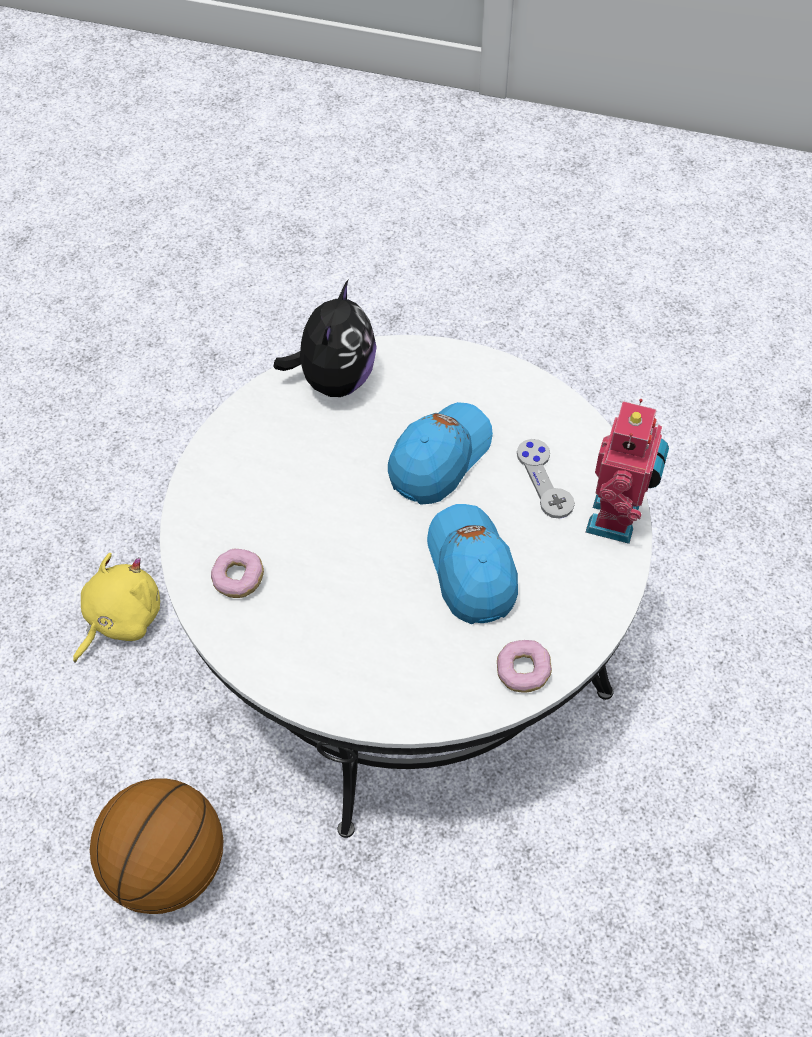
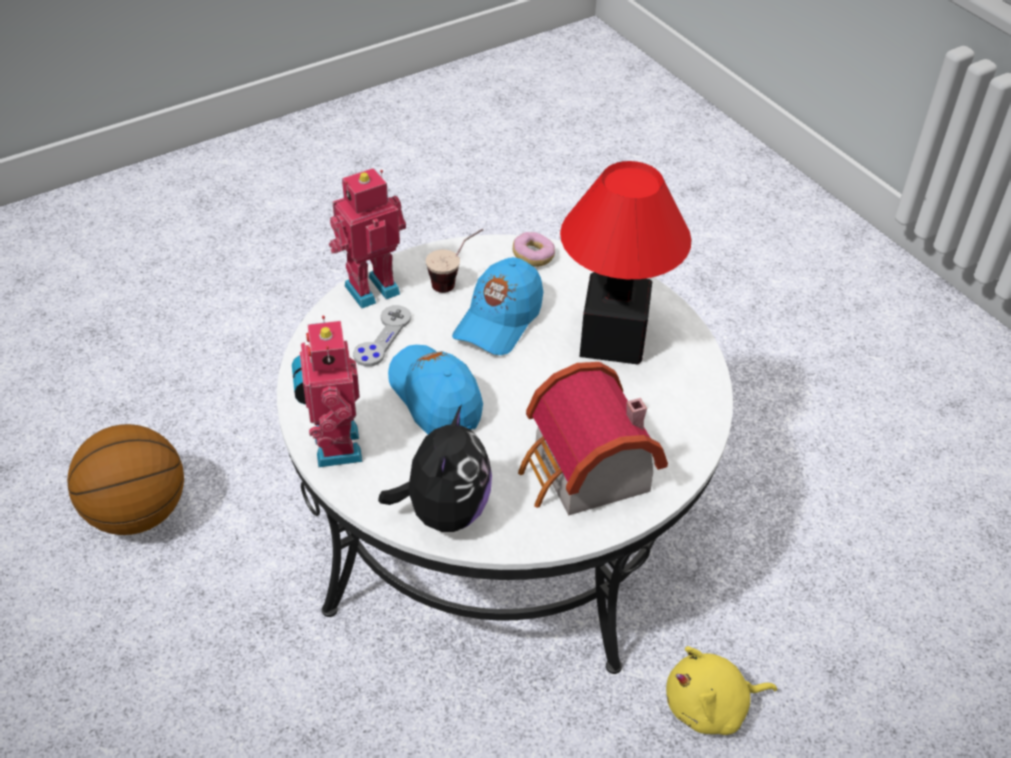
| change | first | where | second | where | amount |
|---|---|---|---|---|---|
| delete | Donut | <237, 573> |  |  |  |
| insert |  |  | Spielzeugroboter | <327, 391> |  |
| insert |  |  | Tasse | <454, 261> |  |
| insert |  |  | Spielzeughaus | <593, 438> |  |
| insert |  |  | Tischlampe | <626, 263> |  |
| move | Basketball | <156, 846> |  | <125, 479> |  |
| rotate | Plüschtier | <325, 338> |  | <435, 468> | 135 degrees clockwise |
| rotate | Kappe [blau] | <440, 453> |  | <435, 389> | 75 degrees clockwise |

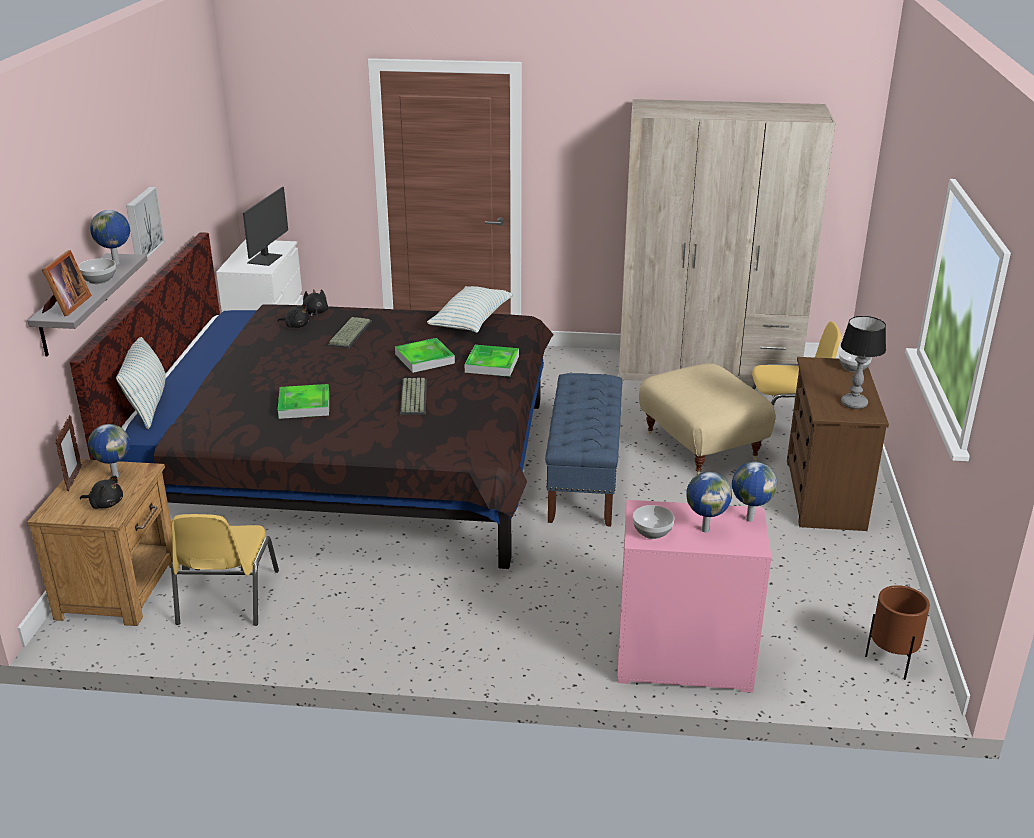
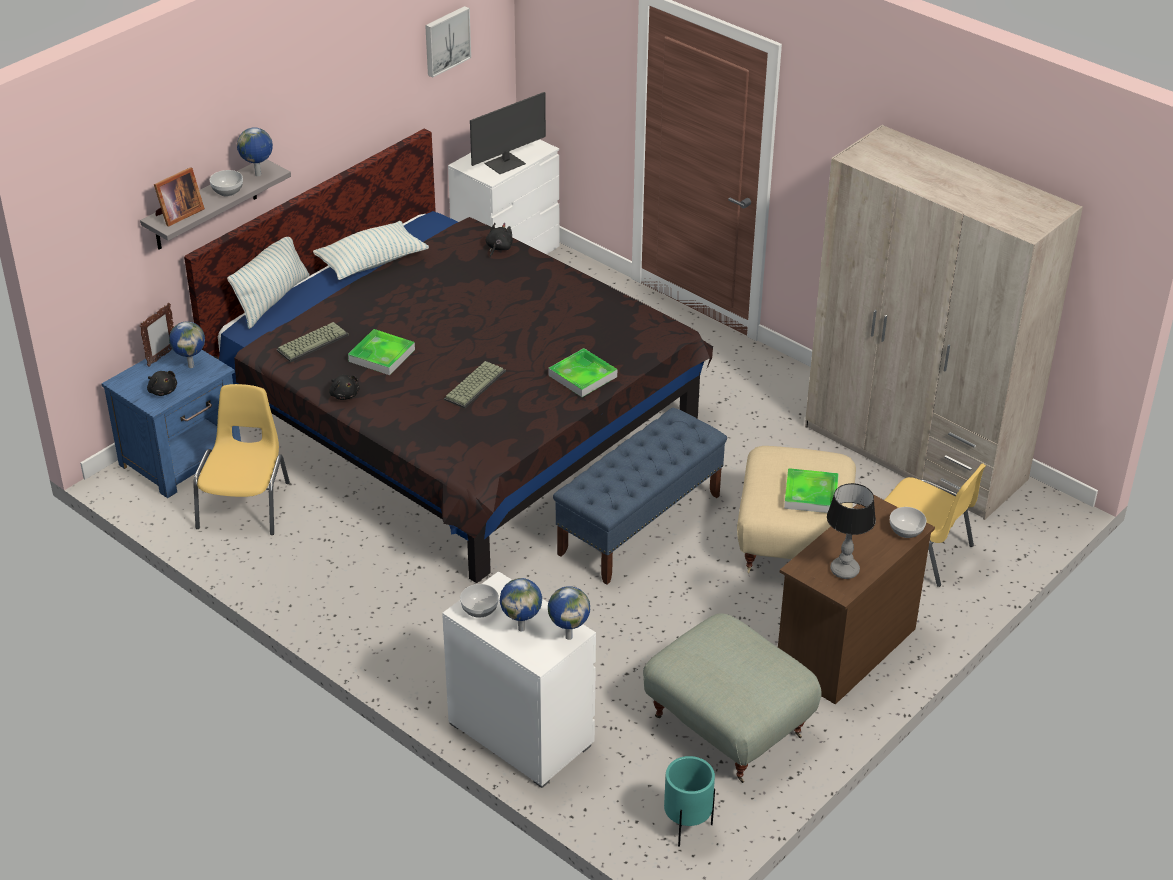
| change | first | where | second | where | amount |
|---|---|---|---|---|---|
| insert |  |  | Polsterhocker [grau] | <732, 698> |  |
| move | Bild | <145, 222> |  | <448, 42> |  |
| move | Plüschtier [schwarz] | <294, 316> |  | <344, 387> |  |
| move | Tastatur | <350, 332> |  | <313, 342> |  |
| move | Tablett | <425, 355> |  | <811, 490> |  |
| move | Kissen | <470, 309> |  | <371, 250> |  |
| recolor | Nachttisch [braun] | <99, 542> | Nachttisch [blau] | <171, 423> |  |
| recolor | Kommode [rosa] | <694, 596> | Kommode [weiß] | <519, 679> |  |
| recolor | Pflanzkübel [braun] | <897, 632> | Pflanzkübel [türkis] | <689, 801> |  |
| rotate | Stuhl [gelb] | <225, 570> |  | <241, 459> | 150 degrees clockwise |

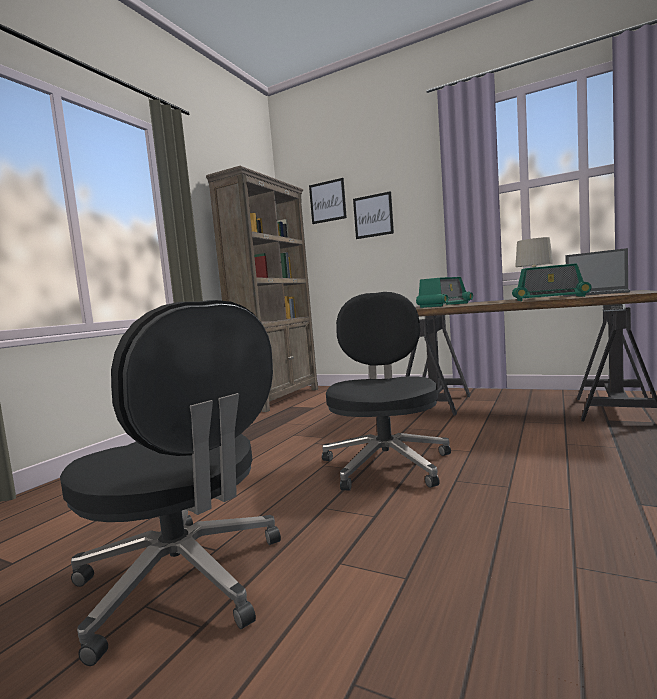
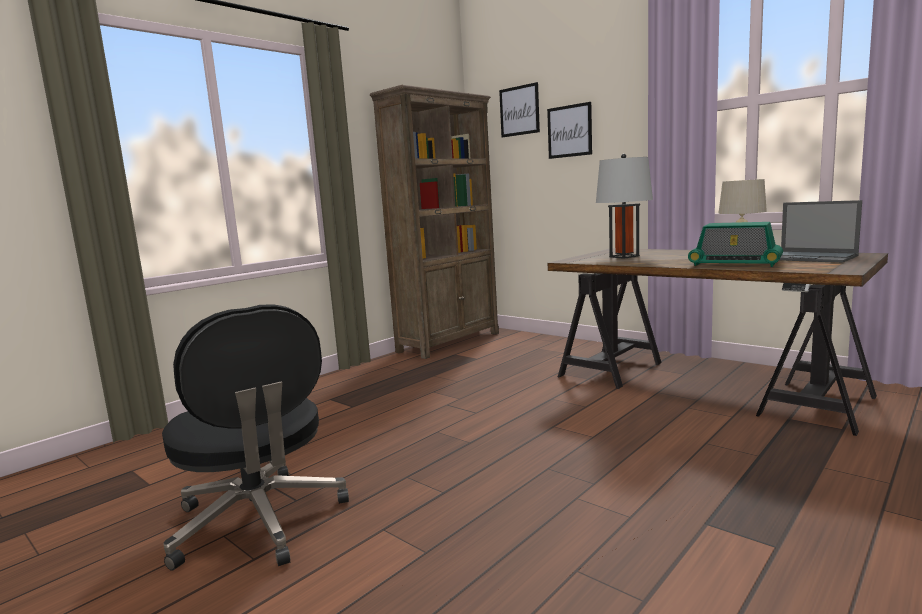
| change | first | where | second | where | amount |
|---|---|---|---|---|---|
| delete | Bürostuhl [schwarz] | <386, 391> |  |  |  |
| replace | Radio | <444, 292> | Tischlampe [grau] | <624, 206> |  |

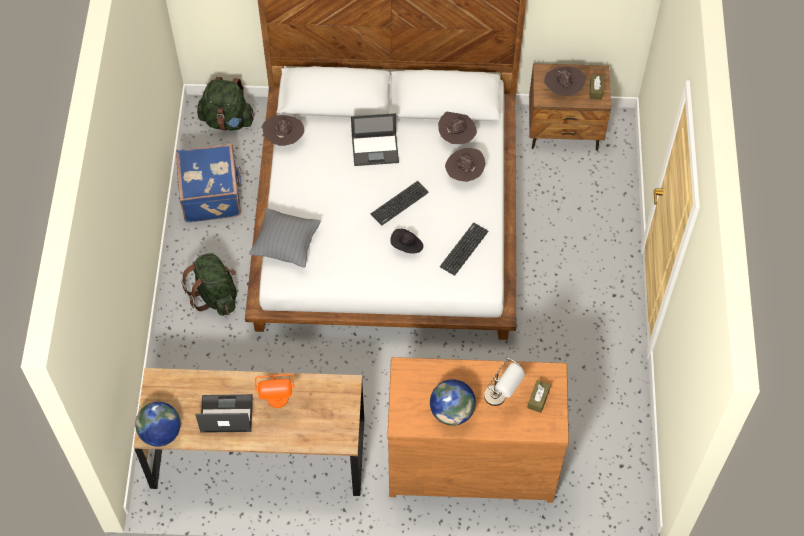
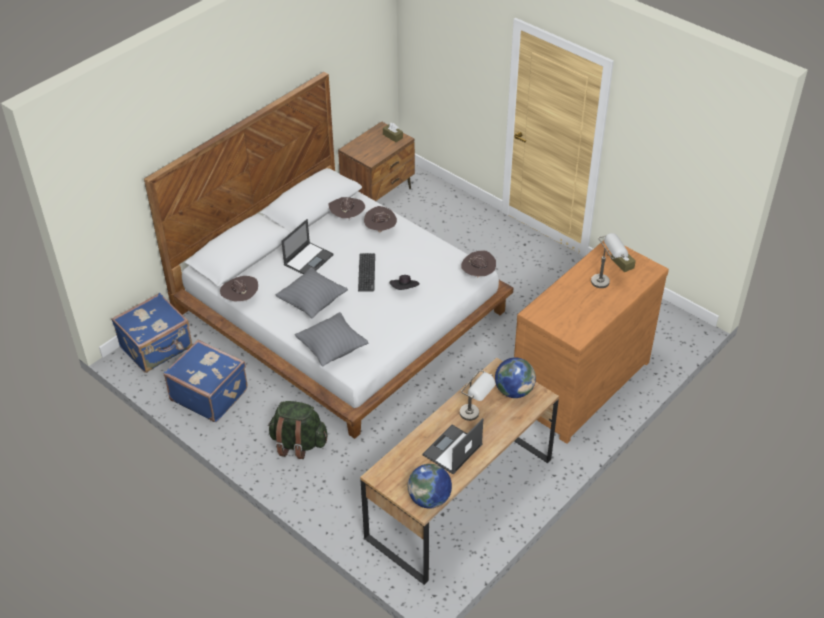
| change | first | where | second | where | amount |
|---|---|---|---|---|---|
| delete | Tastatur | <464, 249> |  |  |  |
| insert |  |  | Kissen [grau] | <312, 293> |  |
| move | Globus | <453, 402> |  | <515, 378> |  |
| move | Hut [braun] | <565, 81> |  | <478, 263> |  |
| replace | Rucksack [grün] | <226, 104> | Koffer [blau] | <152, 333> |  |
| recolor | Tischlampe [orange] | <274, 391> | Tischlampe [grau] | <478, 395> |  |

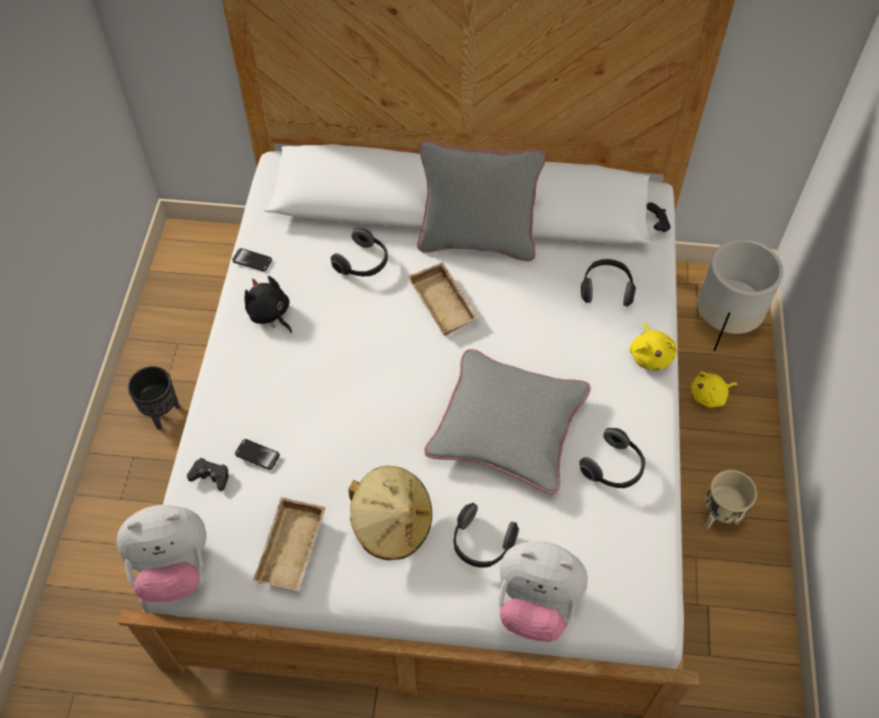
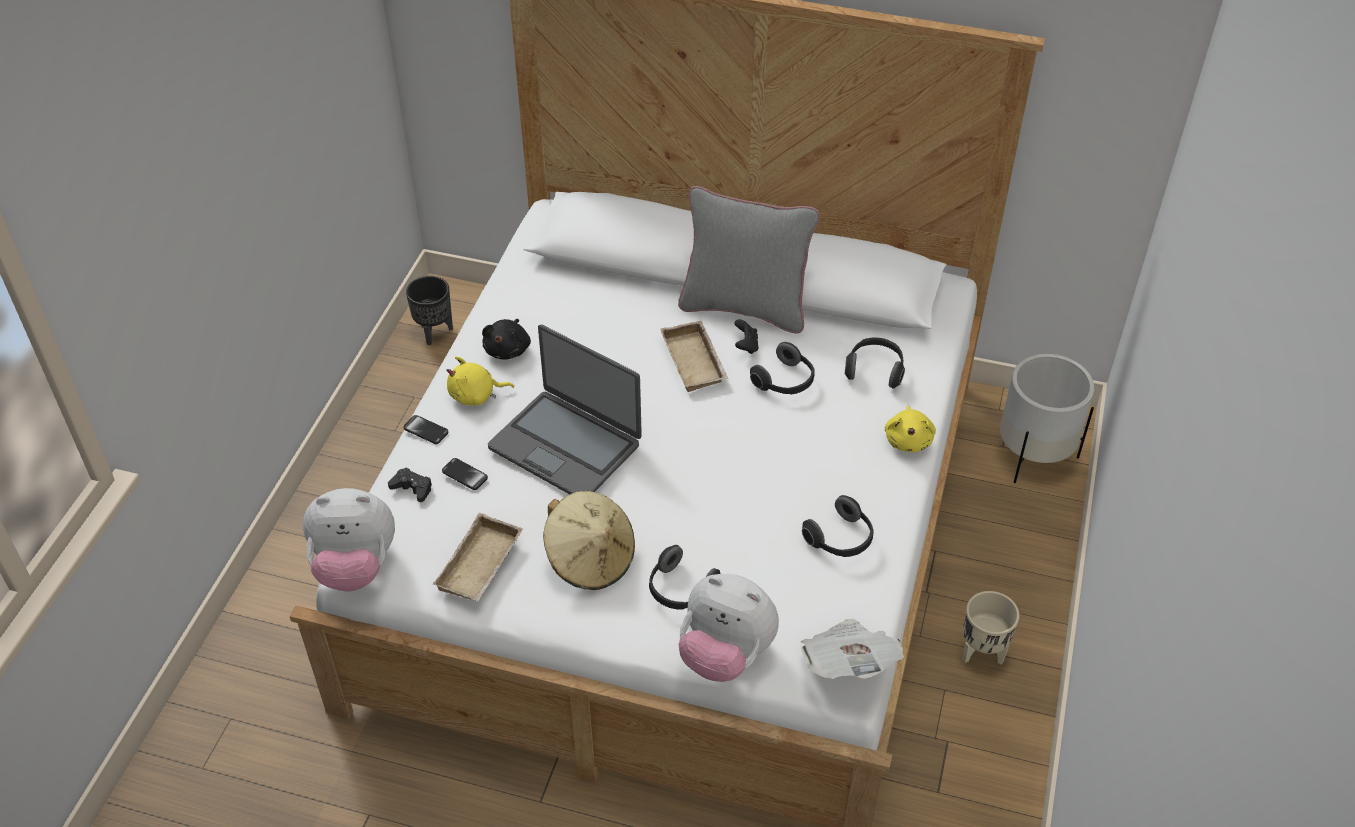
| change | first | where | second | where | amount |
|---|---|---|---|---|---|
| delete | Kissen [grau] | <507, 421> |  |  |  |
| insert |  |  | Laptop | <565, 409> |  |
| insert |  |  | Zeitung | <852, 649> |  |
| move | Pflanzkübel [schwarz] | <154, 398> |  | <429, 310> |  |
| move | Handy | <252, 259> |  | <425, 429> |  |
| move | Kopfhörer | <359, 252> |  | <782, 368> |  |
| move | Gamepad [schwarz] | <659, 217> |  | <746, 336> |  |
| move | Plüschtier [gelb] | <714, 389> |  | <480, 380> |  |
| rotate | Plüschtier [schwarz] | <268, 304> |  | <506, 339> | 135 degrees counterclockwise |

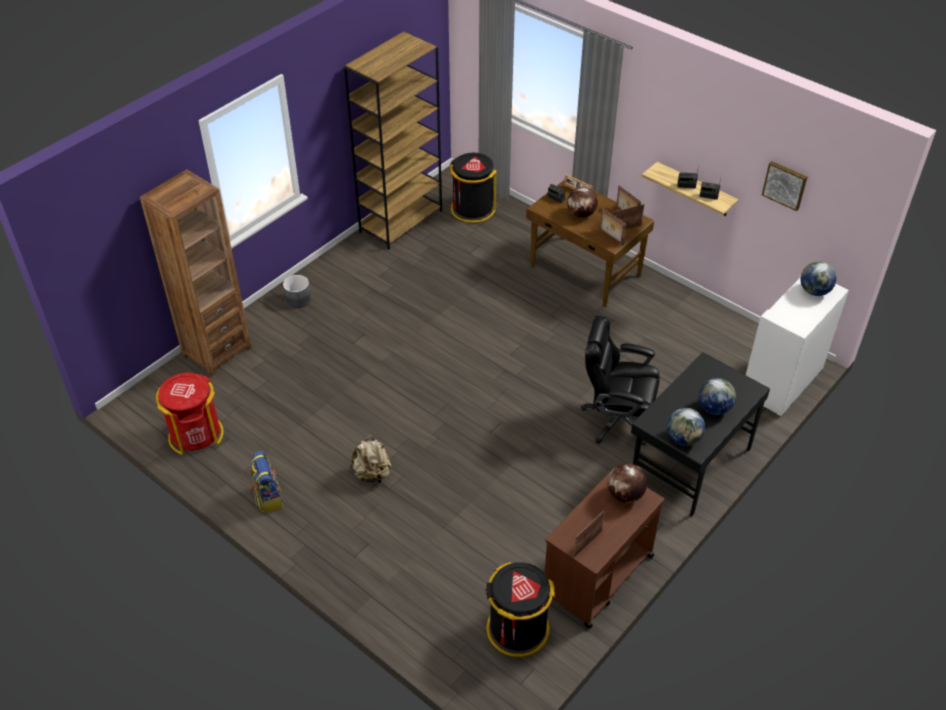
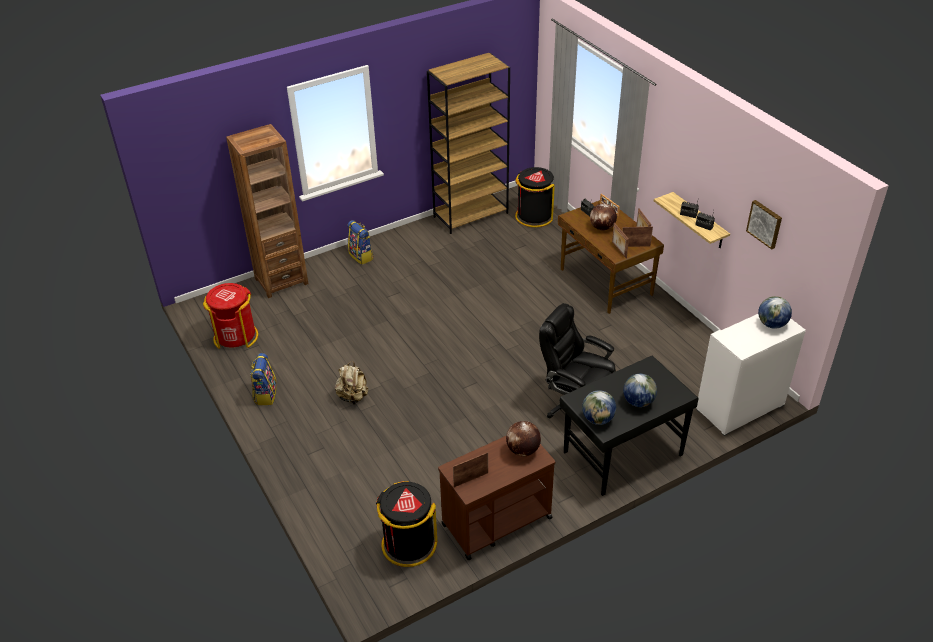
| change | first | where | second | where | amount |
|---|---|---|---|---|---|
| replace | Pflanzkübel [grau] | <297, 291> | Rucksack | <361, 242> |  |

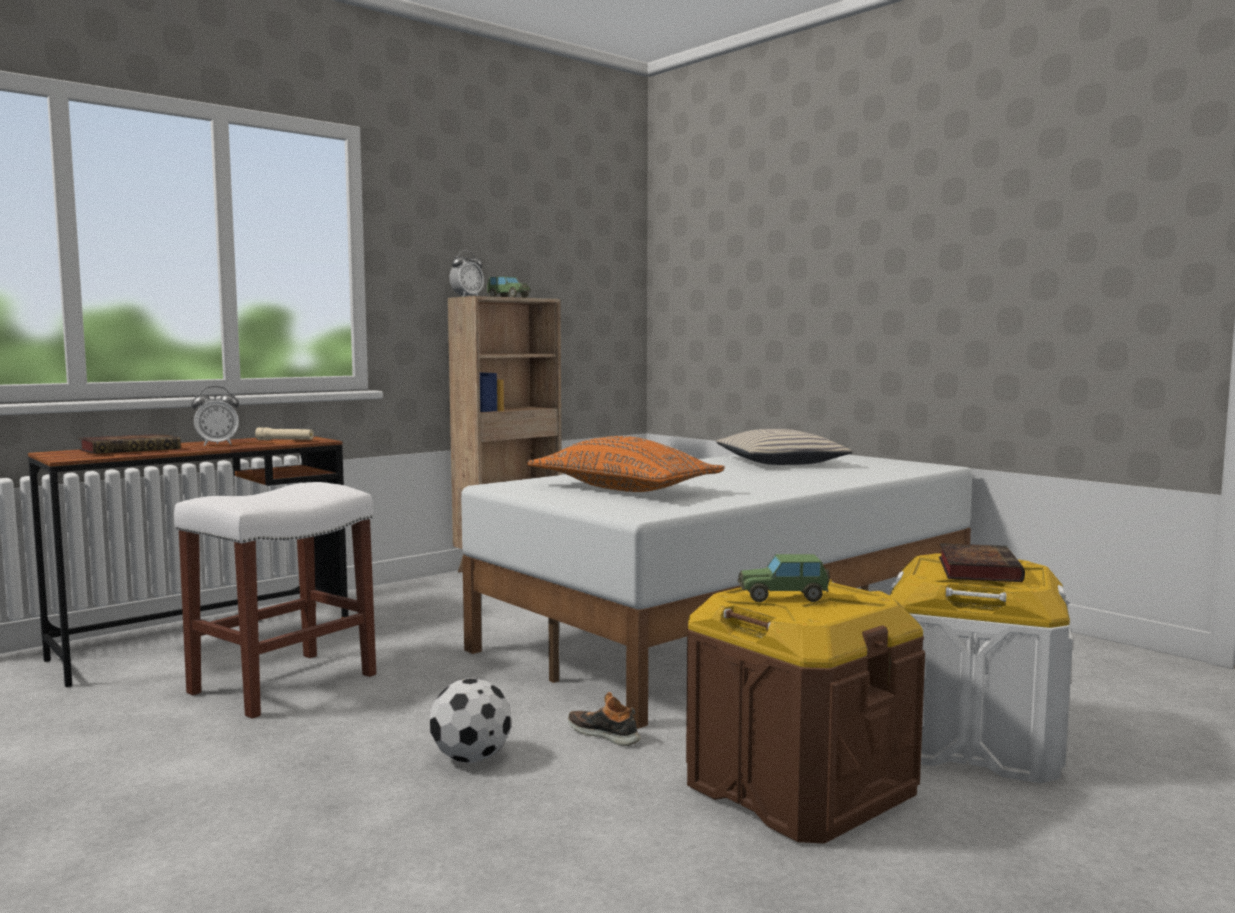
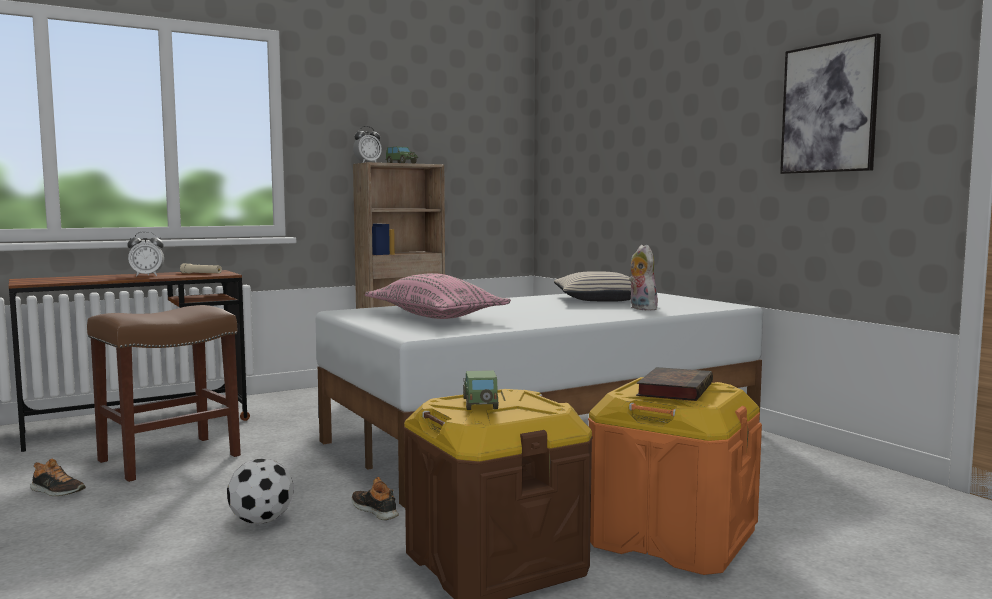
| change | first | where | second | where | amount |
|---|---|---|---|---|---|
| delete | Buch | <130, 444> |  |  |  |
| insert |  |  | Schuh | <58, 477> |  |
| insert |  |  | Plüschtier | <643, 277> |  |
| insert |  |  | Bild | <830, 103> |  |
| recolor | Hocker [weiß] | <275, 600> | Hocker [braun] | <164, 393> |  |
| recolor | Kissen [orange] | <626, 464> | Kissen [rosa] | <438, 296> |  |
| recolor | Aufbewahrungsbox [weiß] | <981, 668> | Aufbewahrungsbox [orange] | <675, 476> |  |
| rotate | Spielzeugauto | <784, 578> |  | <481, 390> | 75 degrees clockwise |

